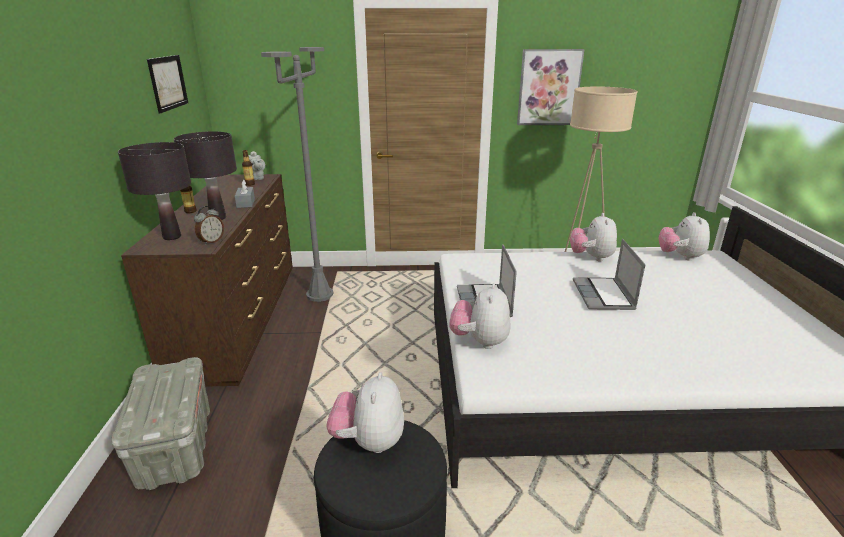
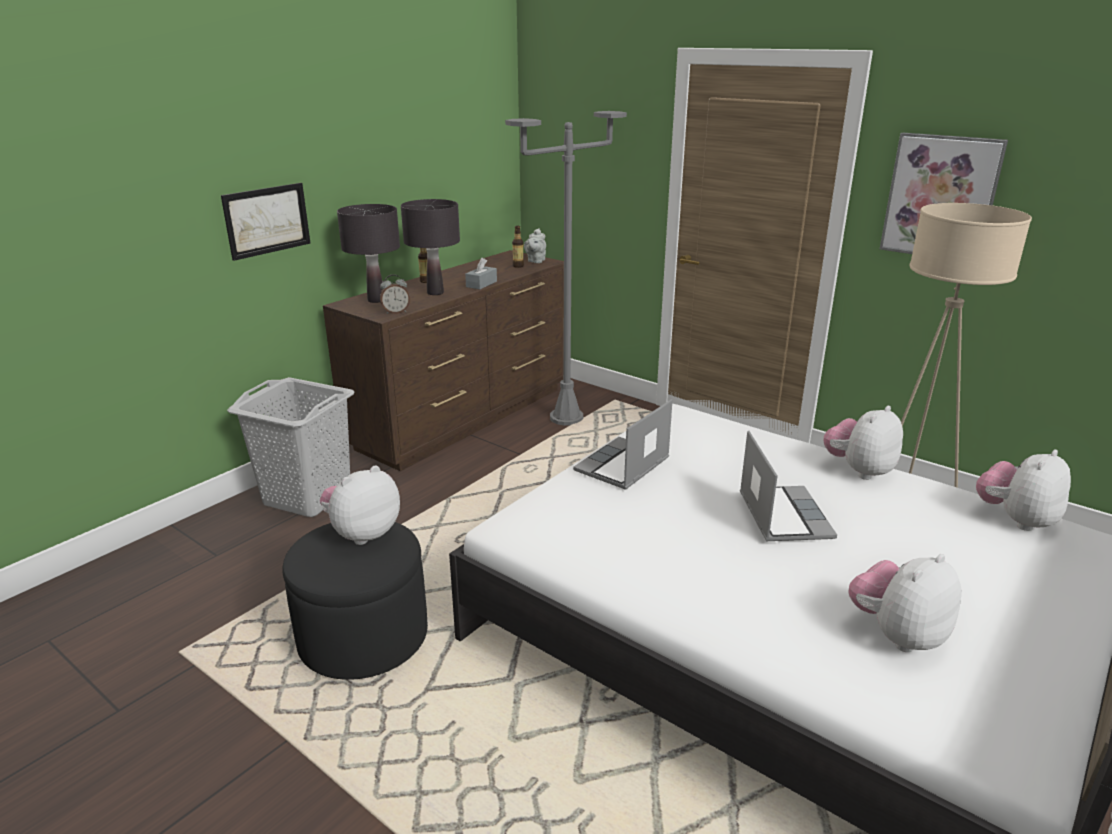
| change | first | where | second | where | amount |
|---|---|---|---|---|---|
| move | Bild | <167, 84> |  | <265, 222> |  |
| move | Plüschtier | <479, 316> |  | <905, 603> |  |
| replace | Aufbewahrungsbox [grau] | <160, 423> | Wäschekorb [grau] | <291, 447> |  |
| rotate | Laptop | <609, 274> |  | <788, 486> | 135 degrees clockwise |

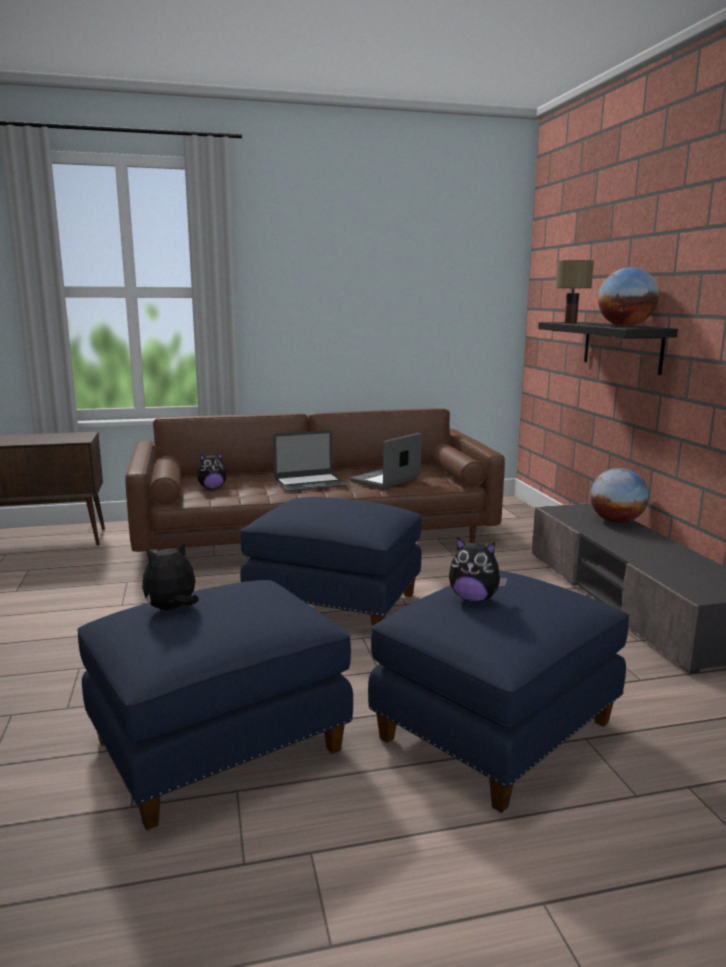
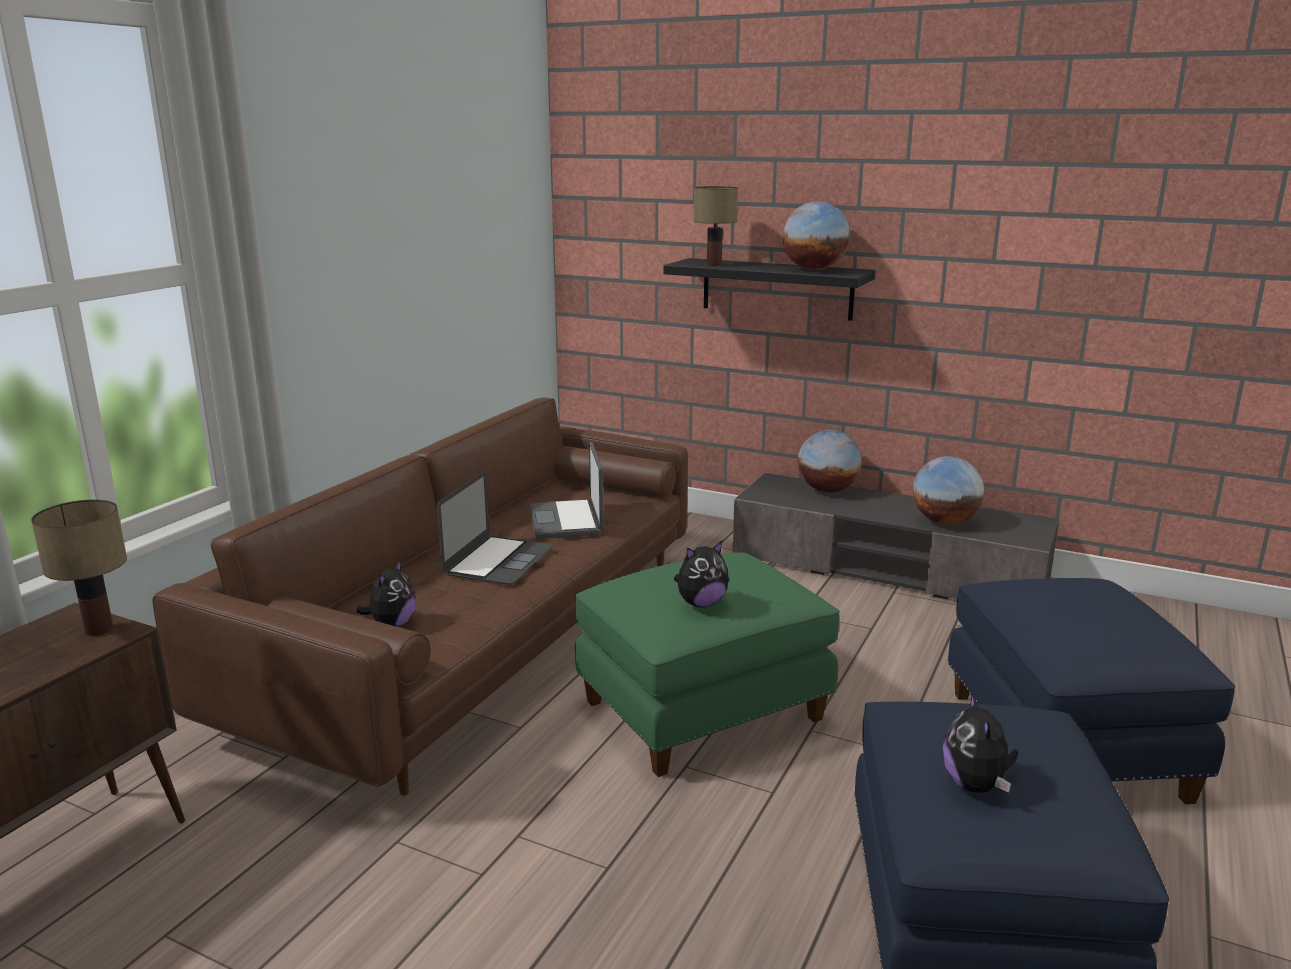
| change | first | where | second | where | amount |
|---|---|---|---|---|---|
| insert |  |  | Tischlampe | <79, 567> |  |
| insert |  |  | Globus | <948, 490> |  |
| move | Plüschtier | <478, 569> |  | <701, 574> |  |
| recolor | Polsterhocker [blau] | <330, 561> | Polsterhocker [grün] | <707, 664> |  |

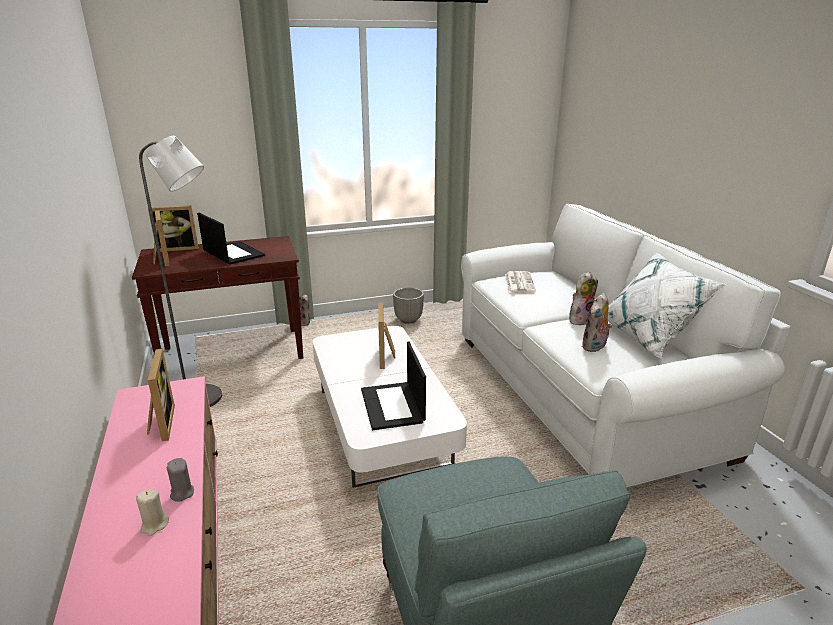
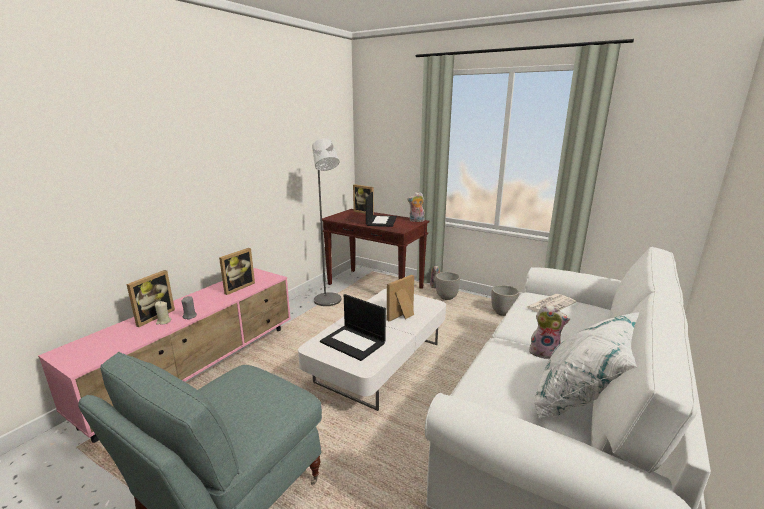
| change | first | where | second | where | amount |
|---|---|---|---|---|---|
| insert |  |  | Pflanzkübel | <448, 286> |  |
| move | Bilderrahmen | <161, 238> |  | <150, 298> |  |
| move | Plüschtier | <597, 322> |  | <416, 207> |  |
| rotate | Laptop | <393, 386> |  | <353, 327> | 90 degrees counterclockwise |

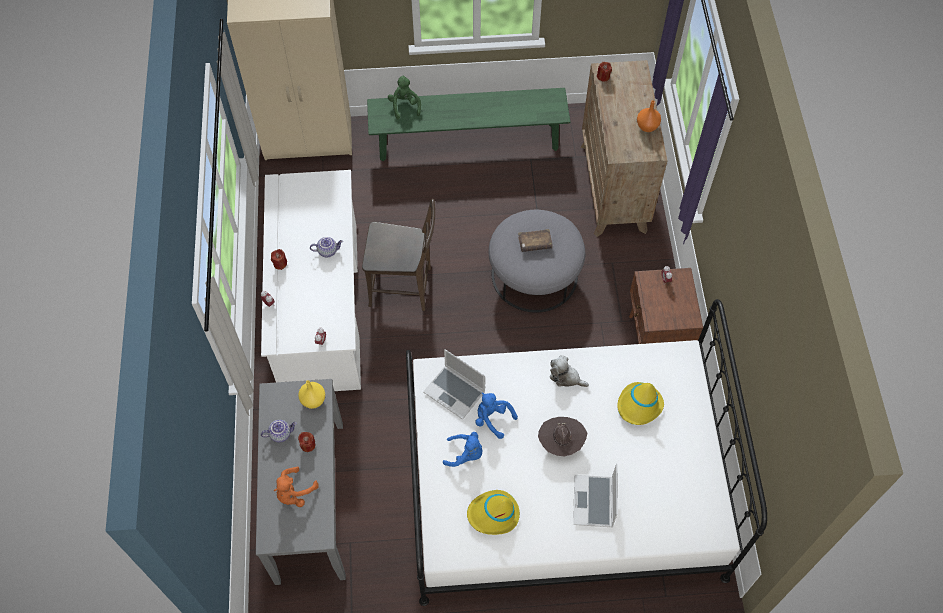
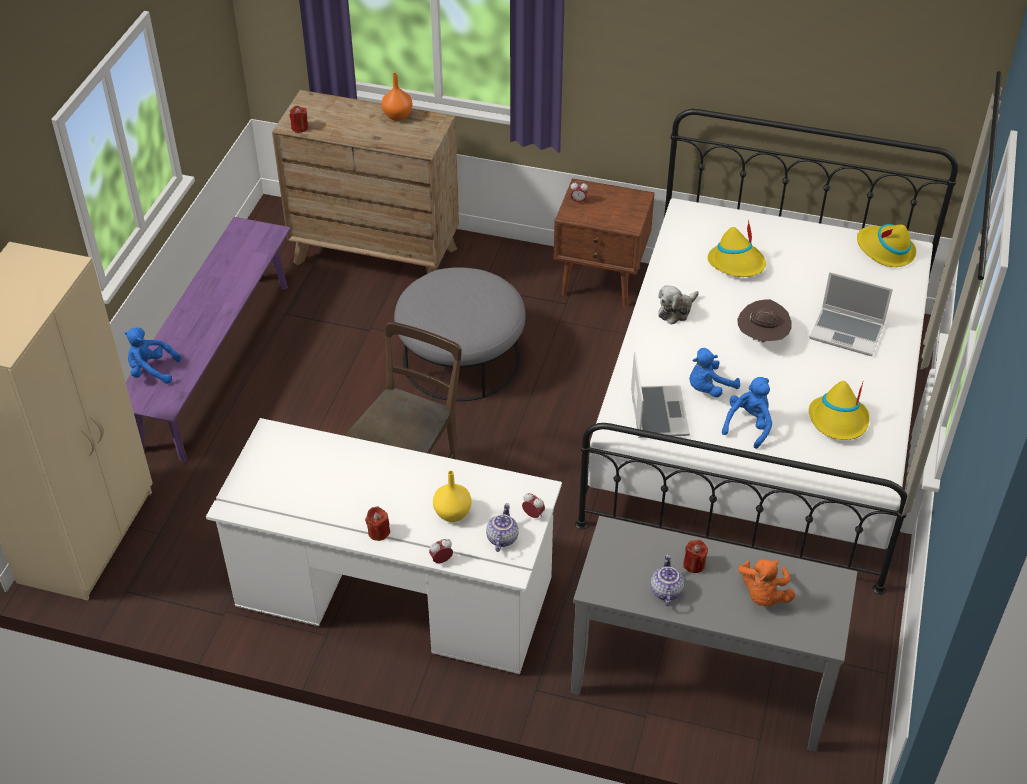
| change | first | where | second | where | amount |
|---|---|---|---|---|---|
| delete | Buch [braun] | <535, 240> |  |  |  |
| insert |  |  | Hut [gelb] | <886, 245> |  |
| move | Vase [gelb] | <311, 394> |  | <452, 496> |  |
| move | Teekanne | <326, 247> |  | <502, 527> |  |
| recolor | Bank [grün] | <468, 124> | Bank [lila] | <208, 340> |  |
| recolor | Plüschtier [grün] | <404, 97> | Plüschtier [blau] | <152, 355> |  |
| rotate | Plüschtier [orange] | <296, 486> |  | <766, 582> | 45 degrees clockwise |
| rotate | Laptop | <454, 384> |  | <660, 395> | 60 degrees counterclockwise |

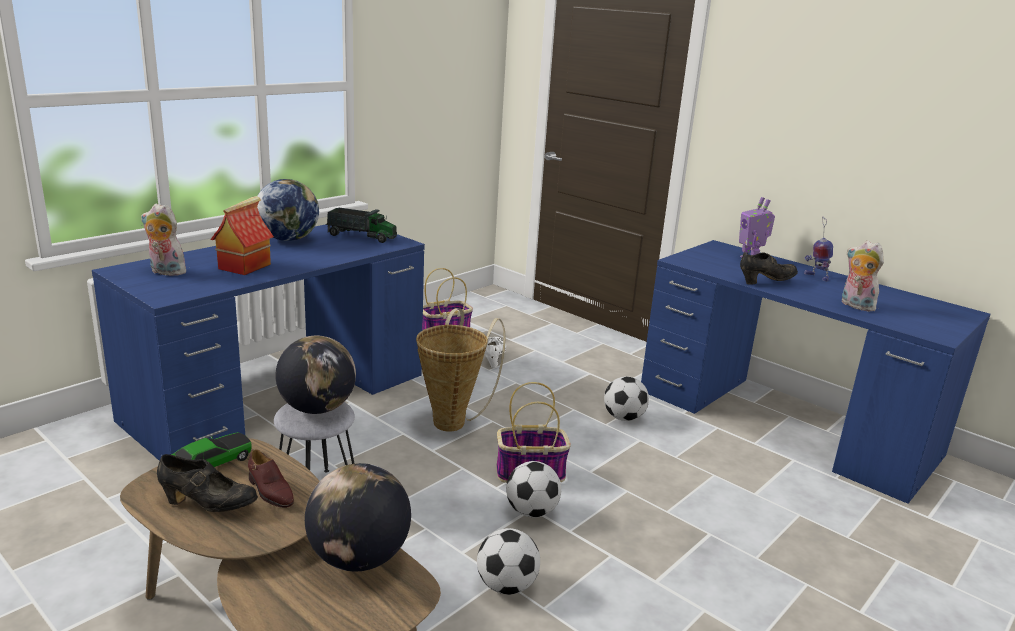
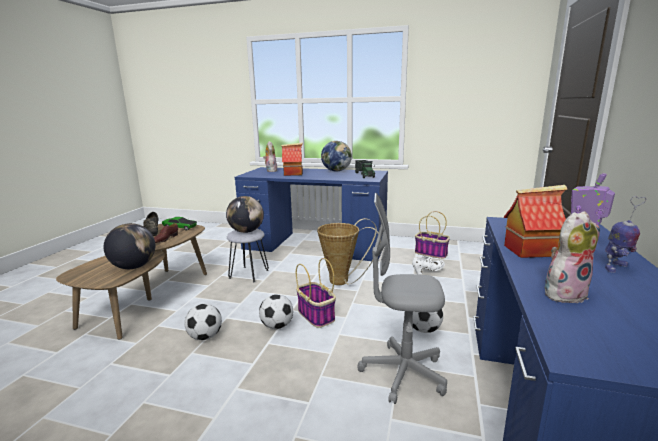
| change | first | where | second | where | amount |
|---|---|---|---|---|---|
| insert |  |  | Bürostuhl [grau] | <402, 298> |  |
| replace | Schuh [schwarz] | <769, 269> | Spielzeughaus | <535, 221> |  |
| rotate | Spielzeugroboter | <818, 249> |  | <625, 235> | 150 degrees counterclockwise |
| rotate | Plüschtier | <863, 275> |  | <572, 257> | 45 degrees clockwise |

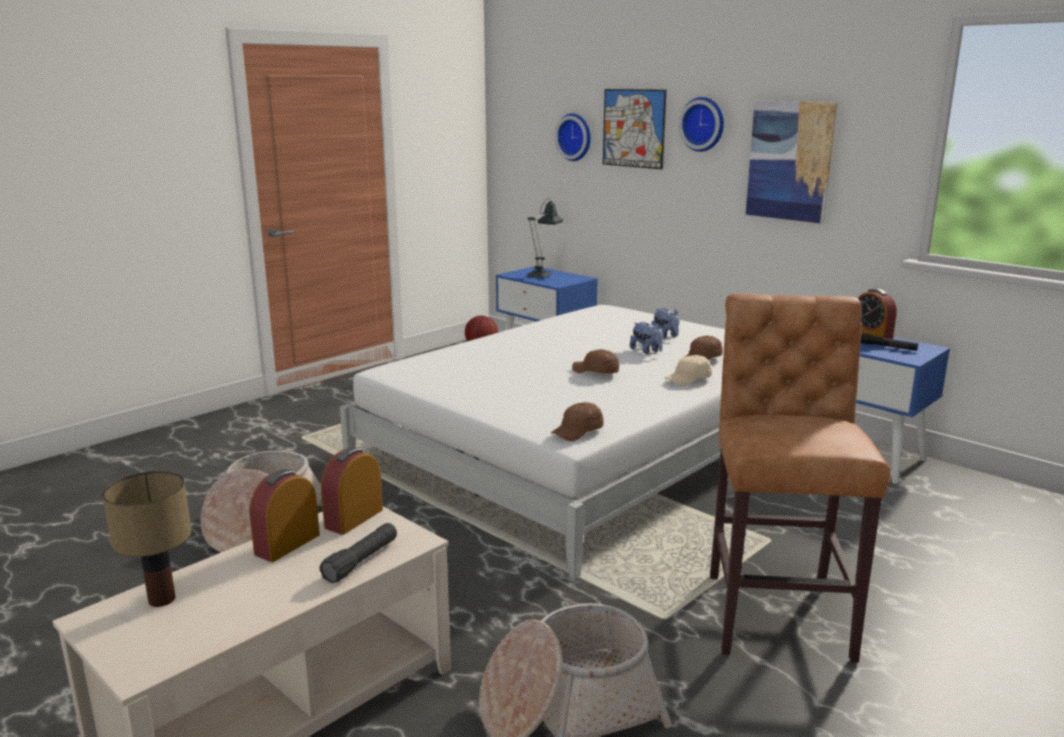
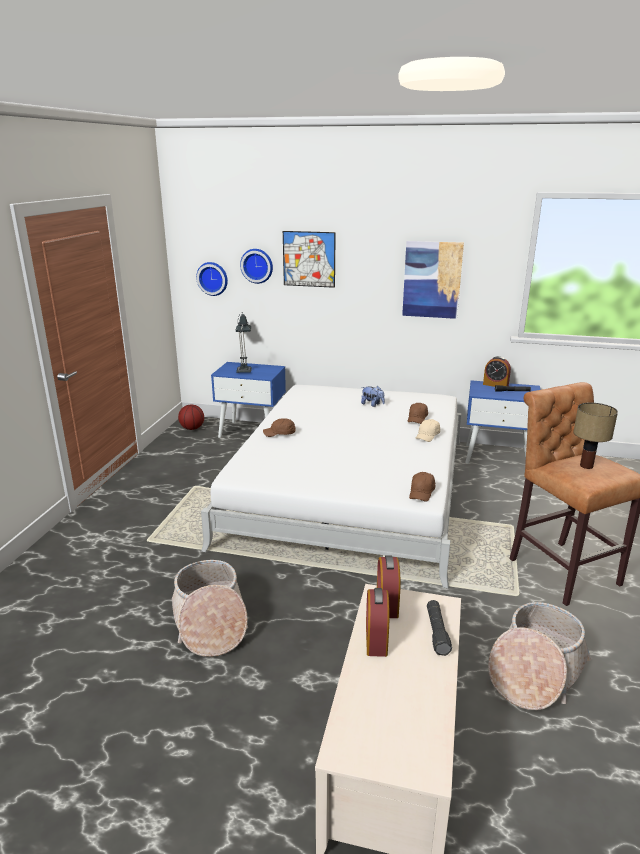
| change | first | where | second | where | amount |
|---|---|---|---|---|---|
| delete | Plüschtier | <646, 338> |  |  |  |
| move | Tischlampe | <147, 539> |  | <595, 436> |  |
| move | Kappe [braun] | <595, 361> |  | <279, 427> |  |
| move | Wanduhr | <701, 124> |  | <212, 279> |  |

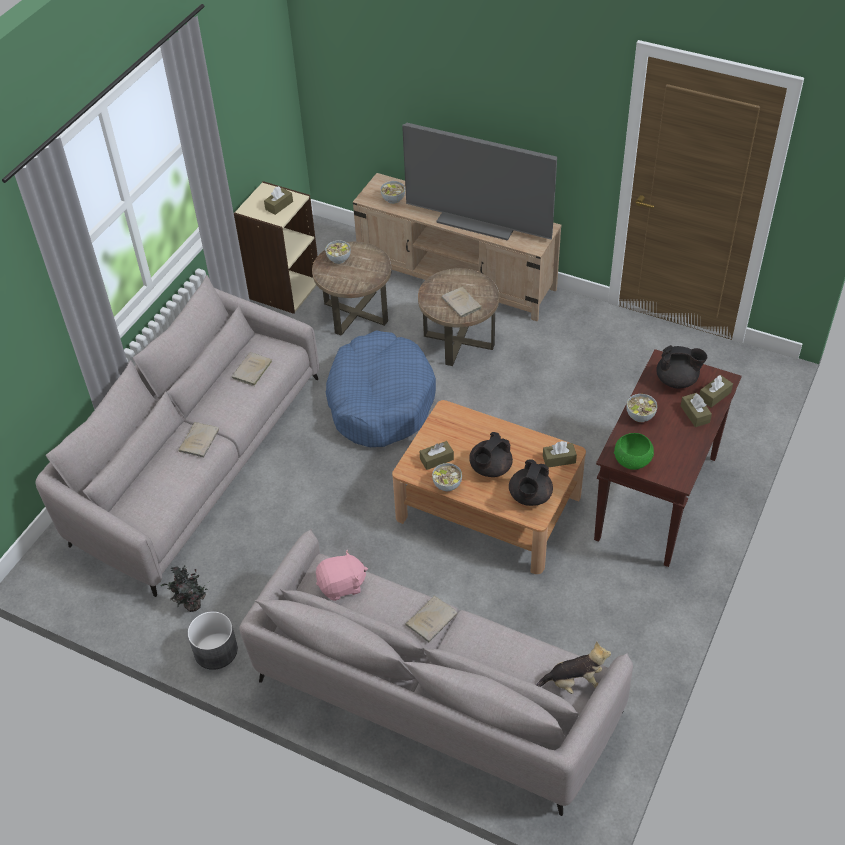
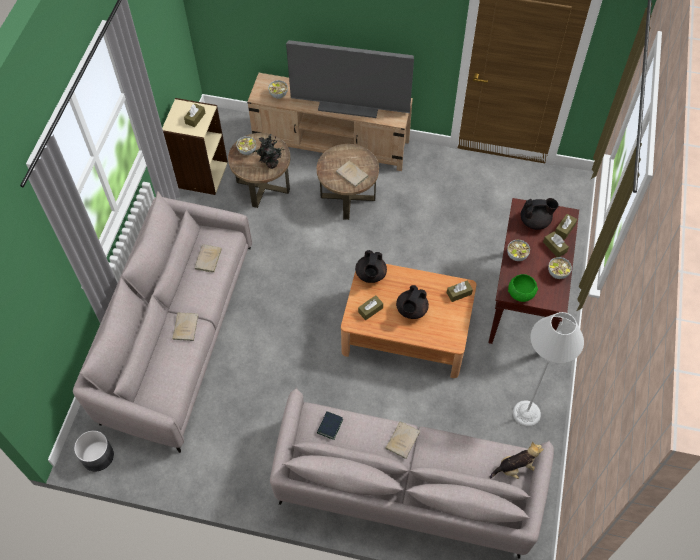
| change | first | where | second | where | amount |
|---|---|---|---|---|---|
| delete | Hundebett [blau] | <381, 388> |  |  |  |
| insert |  |  | Stehlampe [grau] | <548, 369> |  |
| move | Topfpflanze | <185, 588> |  | <268, 151> |  |
| move | Pflanzkübel [grau] | <212, 640> |  | <94, 450> |  |
| move | Schüssel | <447, 477> |  | <560, 268> |  |
| move | Teekanne [schwarz] | <531, 483> |  | <371, 266> |  |
| replace | Plüschtier [rosa] | <342, 575> | Buch | <330, 425> |  |

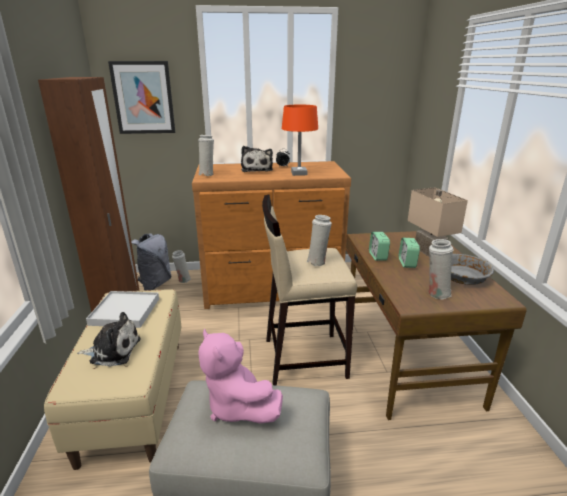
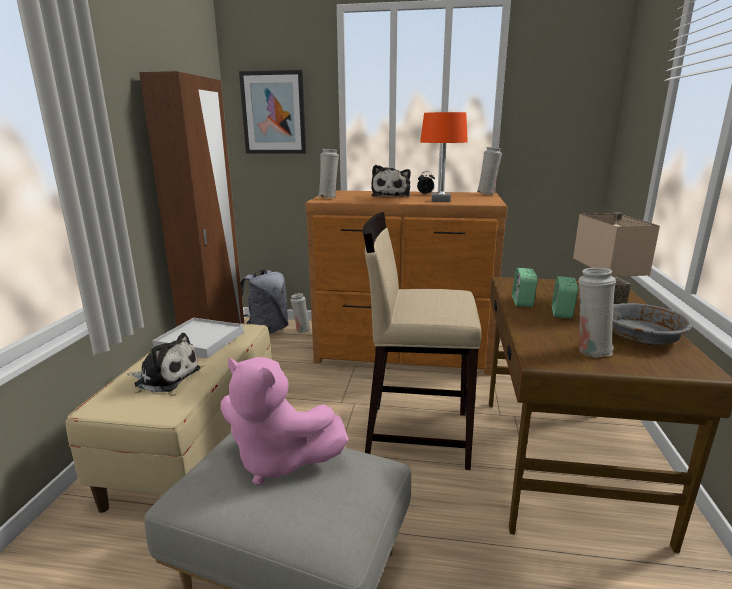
| change | first | where | second | where | amount |
|---|---|---|---|---|---|
| move | Vase [weiß] | <319, 240> |  | <489, 171> |  |
| rotate | Plüschtier [rosa] | <240, 376> |  | <284, 421> | 45 degrees counterclockwise |

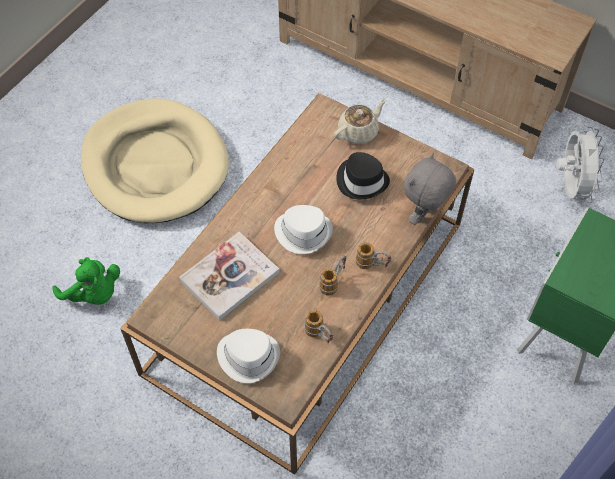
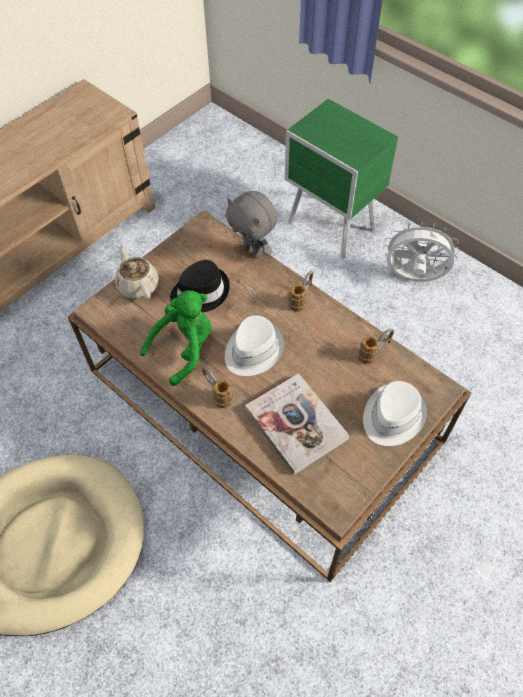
| change | first | where | second | where | amount |
|---|---|---|---|---|---|
| move | Plüschtier [grün] | <86, 281> |  | <175, 338> |  |
| move | Henkelbecher | <332, 275> |  | <217, 387> |  |
| move | Ventilator [weiß] | <580, 165> |  | <421, 251> |  |

